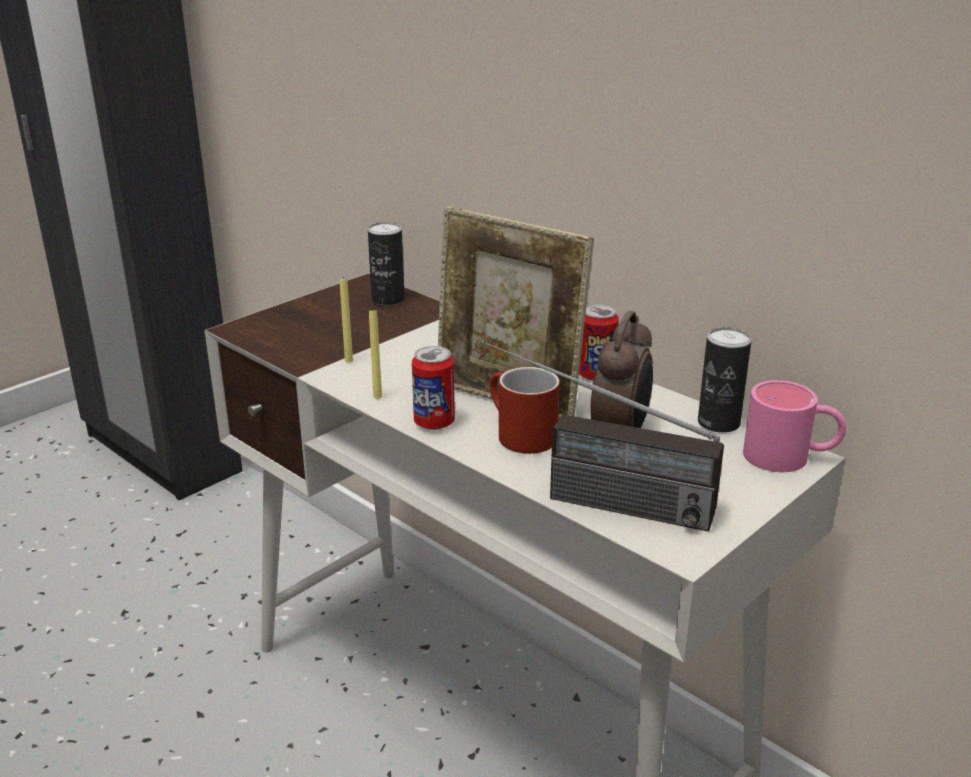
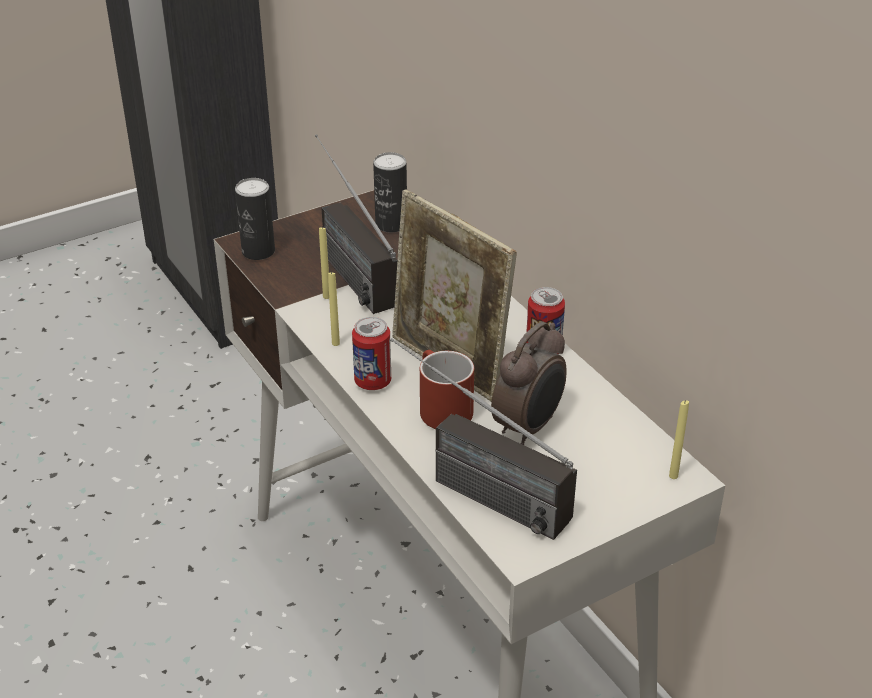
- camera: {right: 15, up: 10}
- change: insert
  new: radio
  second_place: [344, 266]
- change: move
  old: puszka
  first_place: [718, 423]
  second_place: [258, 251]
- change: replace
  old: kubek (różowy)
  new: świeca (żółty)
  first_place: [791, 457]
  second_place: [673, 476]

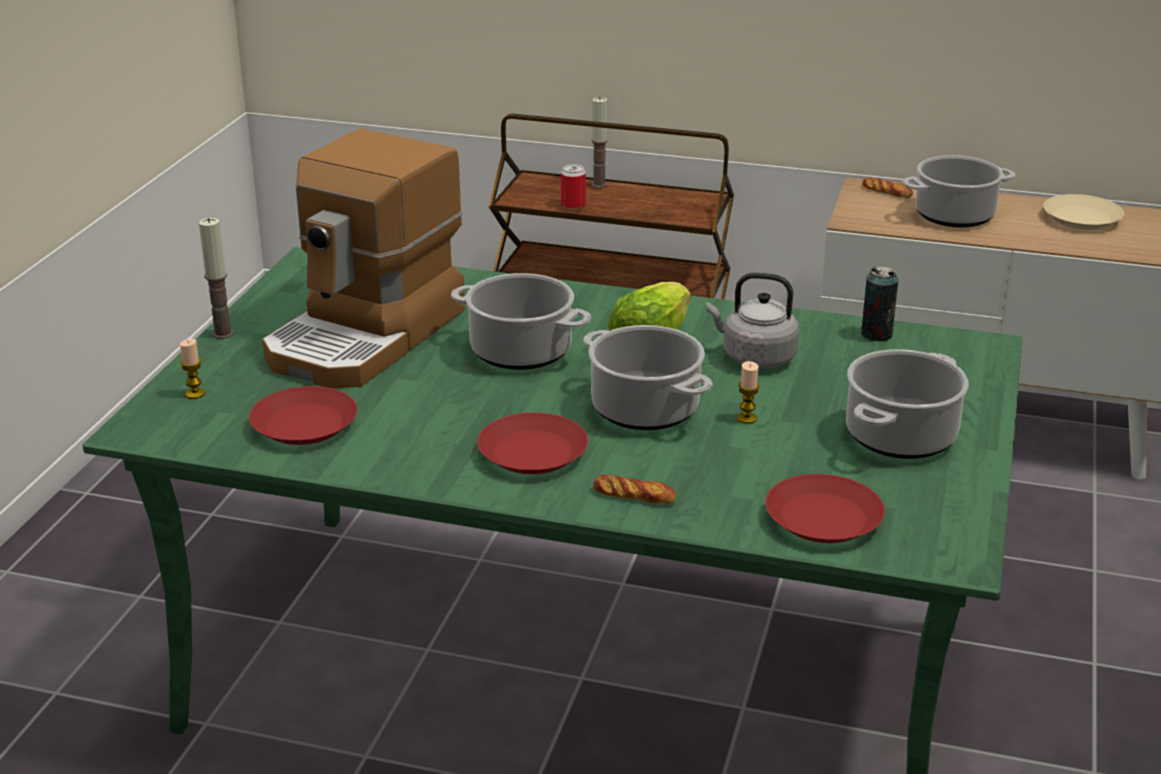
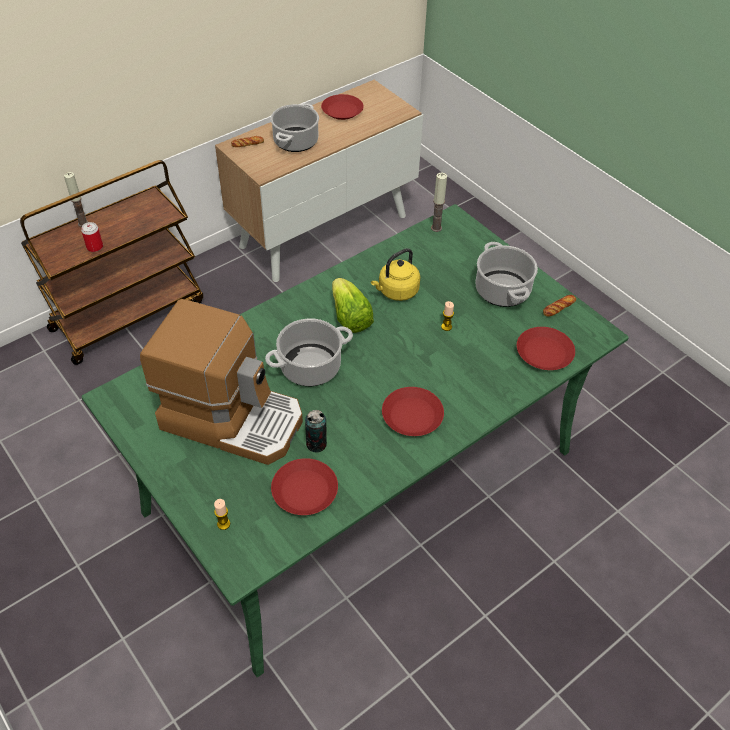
- camera: {right: -55, up: 20}
- change: delete
  old: garnek
  first_place: [643, 409]
- change: move
  old: świeca
  first_place: [223, 334]
  second_place: [436, 228]
- change: move
  old: chleb
  first_place: [634, 495]
  second_place: [558, 307]
- change: move
  old: puszka
  first_place: [876, 335]
  second_place: [316, 444]
- change: recolor
  old: czajnik (szary)
  new: czajnik (żółty)
  first_place: [754, 357]
  second_place: [396, 291]
- change: recolor
  old: talerz (beżowy)
  new: talerz (czerwony)
  first_place: [1081, 219]
  second_place: [342, 111]
- change: rotate
  old: ekspres do kawy
  first_place: [367, 337]
  second_place: [232, 418]
  degrees: -45

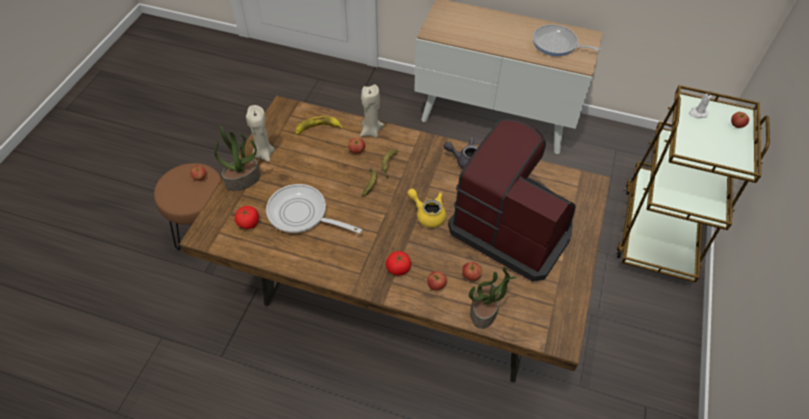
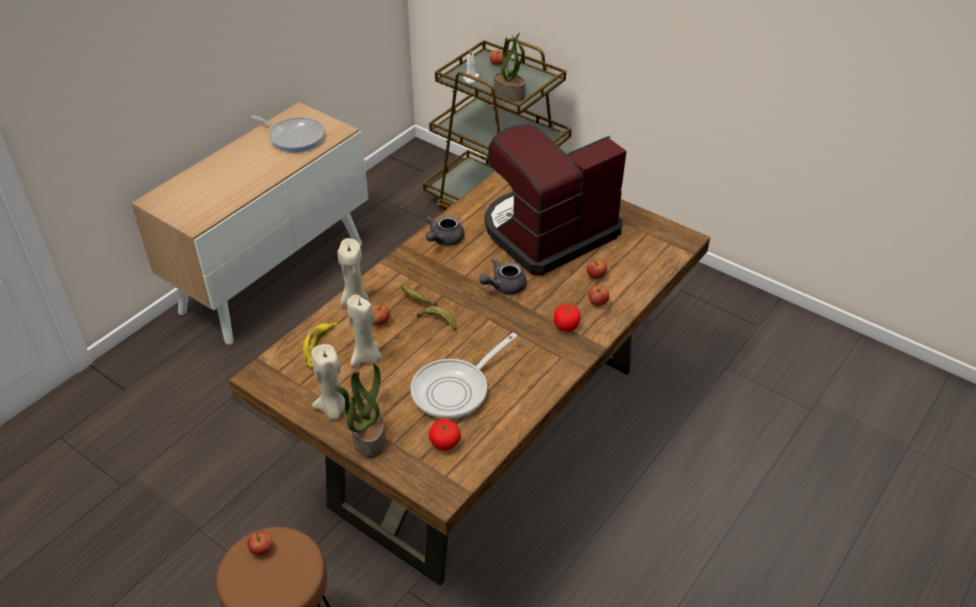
- camera: {right: -70, up: -10}
- change: insert
  new: świeca (beżowy)
  second_place: [367, 358]
- change: move
  old: roślina doniczkowa
  first_place: [484, 310]
  second_place: [510, 94]
- change: recolor
  old: imbryk (żółty)
  new: imbryk (szary)
  first_place: [427, 214]
  second_place: [503, 286]
- change: rotate
  old: patelnia
  first_place: [557, 44]
  second_place: [294, 137]
  degrees: -105

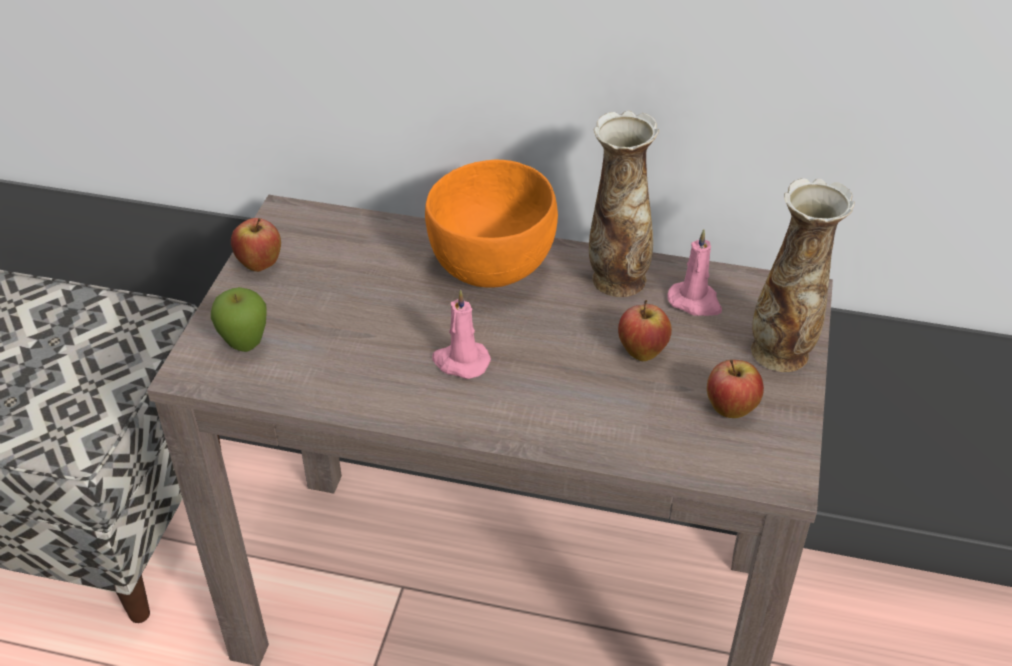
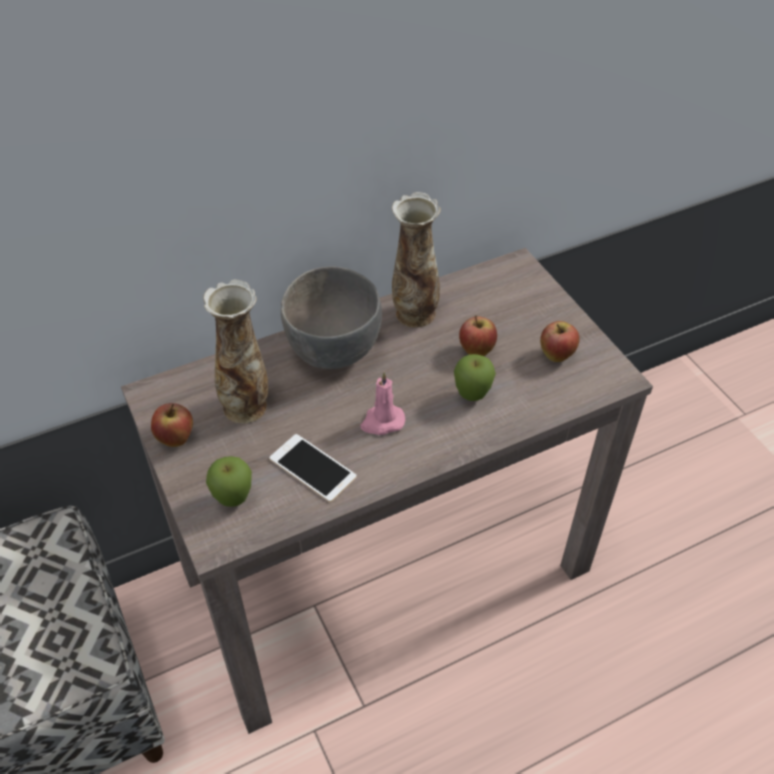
- camera: {right: -40, up: 5}
- change: delete
  old: świeca (różowy)
  first_place: [695, 302]
- change: insert
  new: telefon
  second_place: [312, 468]
- change: insert
  new: jabłko
  second_place: [471, 397]
- change: move
  old: wazon
  first_place: [782, 352]
  second_place: [246, 406]
- change: recolor
  old: miska (pomarańczowy)
  new: miska (szary)
  first_place: [493, 268]
  second_place: [334, 349]

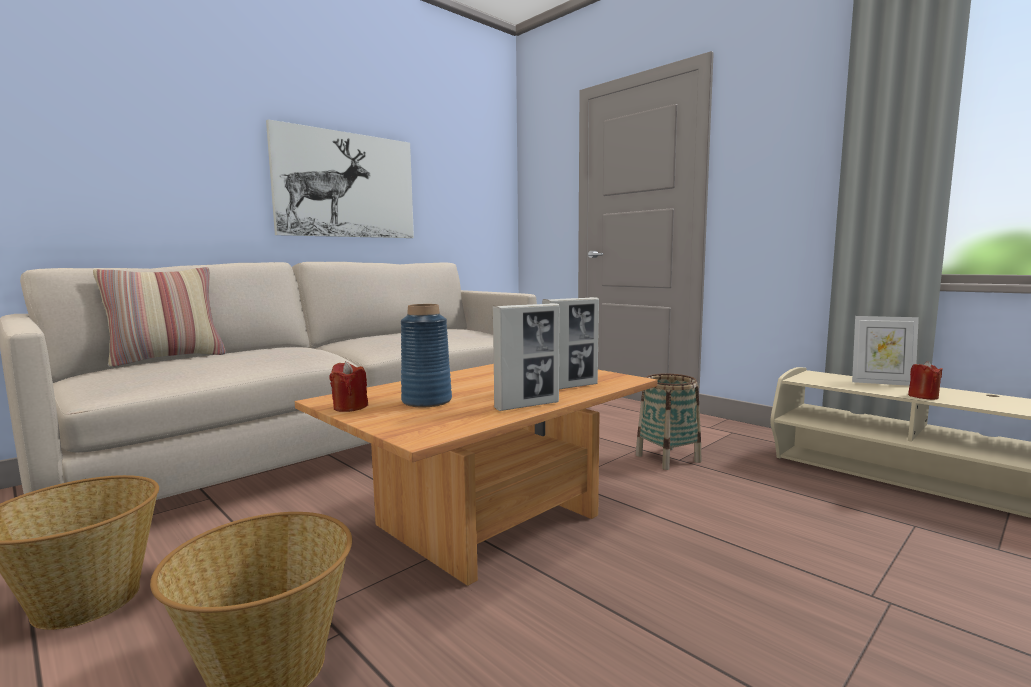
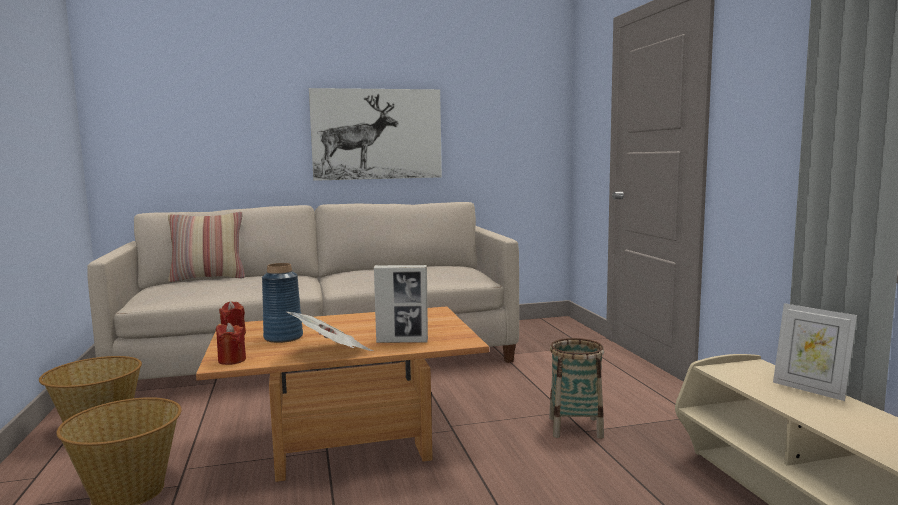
- camera: {right: 30, up: 0}
- change: move
  old: świeca (czerwony)
  first_place: [923, 396]
  second_place: [232, 360]
- change: replace
  old: ramka na zdjęcie
  new: gazeta
  first_place: [527, 405]
  second_place: [332, 353]

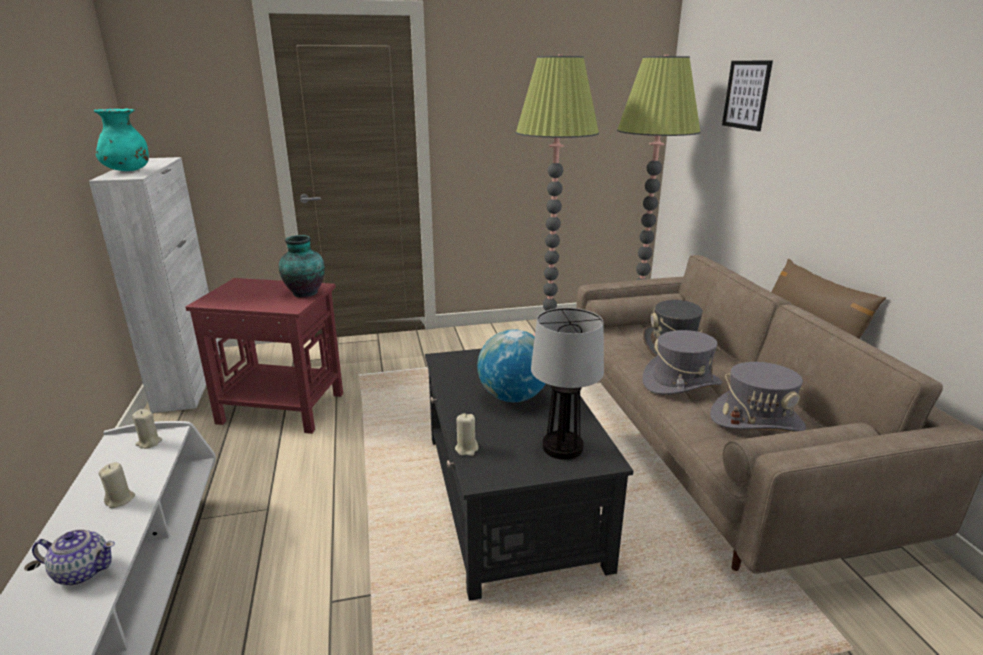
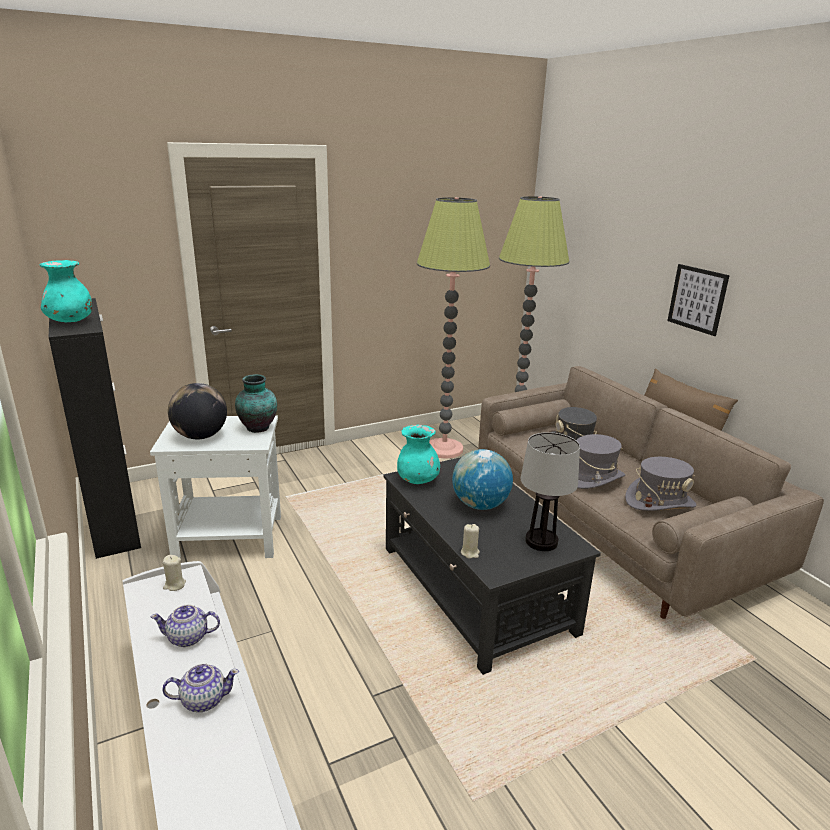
- camera: {right: -15, up: 0}
- change: insert
  new: globus
  second_place: [200, 436]
- change: insert
  new: wazon (turkusowy)
  second_place: [418, 480]
- change: move
  old: obraz
  first_place: [746, 95]
  second_place: [697, 299]
- change: replace
  old: świeca (beżowy)
  new: imbryk
  first_place: [120, 499]
  second_place: [188, 638]
- change: recolor
  old: szafka (biały)
  new: szafka (czarny)
  first_place: [189, 378]
  second_place: [114, 519]
- change: recolor
  old: stolik (czerwony)
  new: stolik (biały)
  first_place: [282, 407]
  second_place: [229, 537]

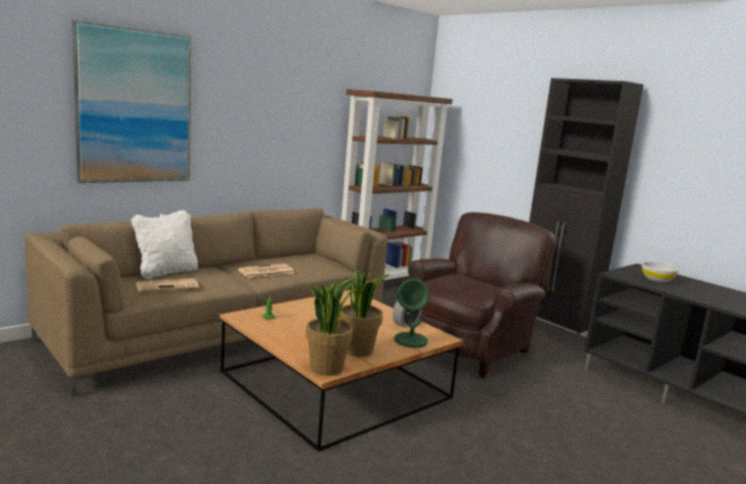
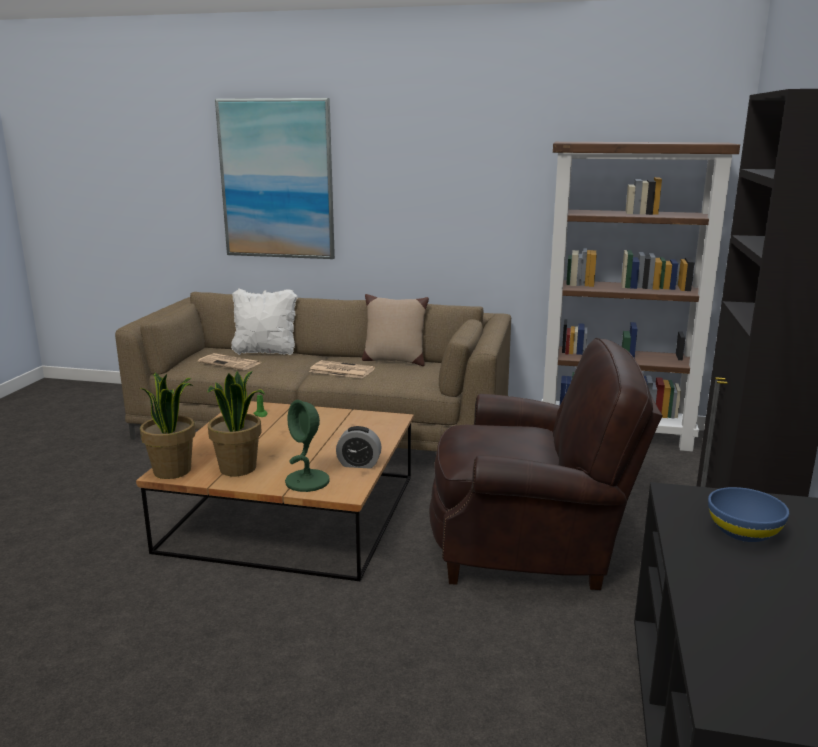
- camera: {right: 55, up: 5}
- change: insert
  new: poduszka (beżowy)
  second_place: [394, 360]
- change: recolor
  old: miska (biały)
  new: miska (niebieski)
  first_place: [657, 279]
  second_place: [743, 532]

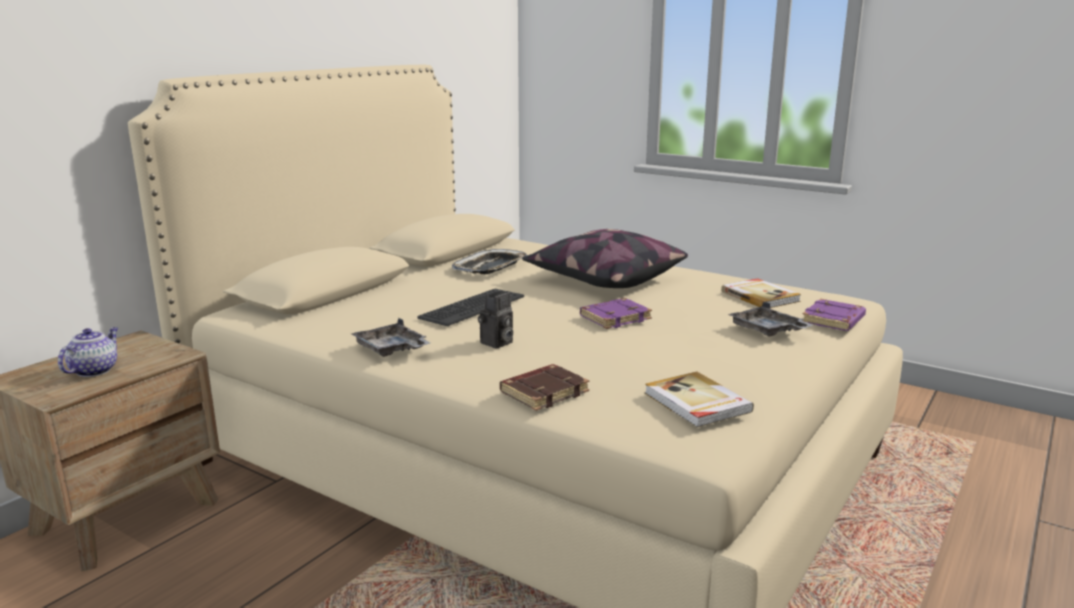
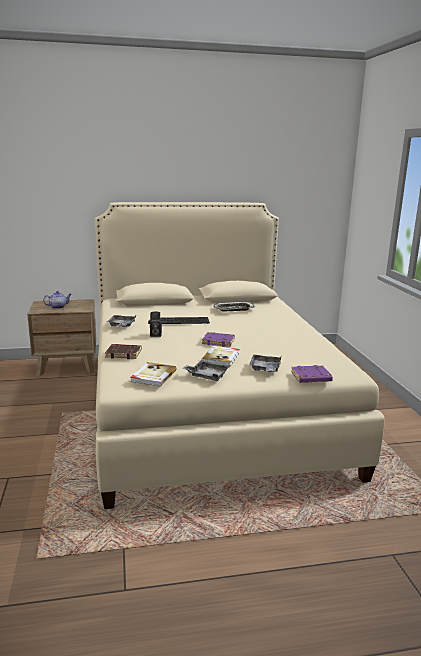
- camera: {right: 45, up: 0}
- change: delete
  old: poduszka
  first_place: [604, 279]
- change: insert
  new: taca (szary)
  second_place: [207, 375]
- change: move
  old: książka
  first_place: [760, 296]
  second_place: [221, 357]

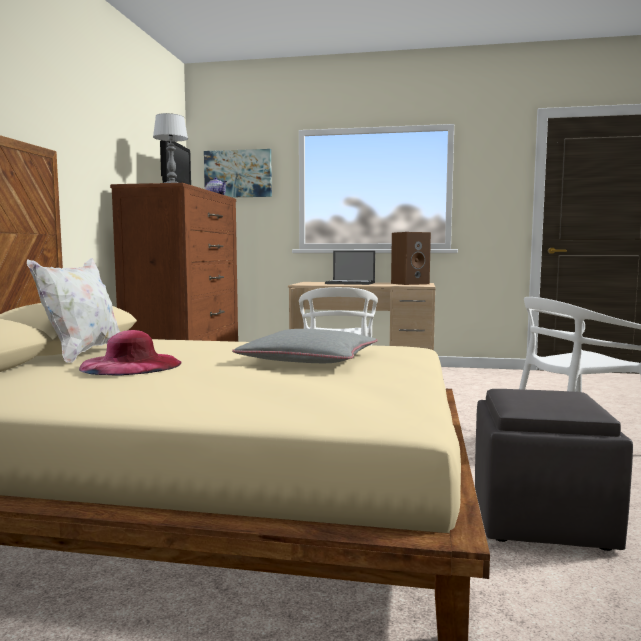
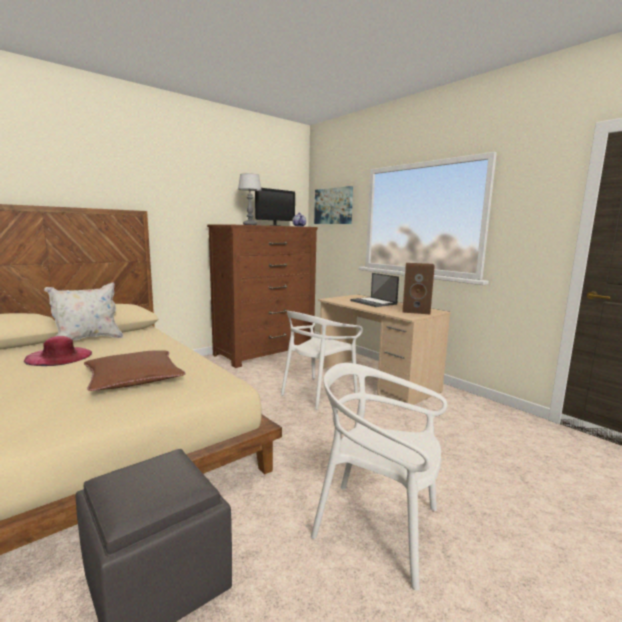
- camera: {right: 40, up: 5}
- change: recolor
  old: poduszka (szary)
  new: poduszka (brązowy)
  first_place: [309, 359]
  second_place: [134, 378]

